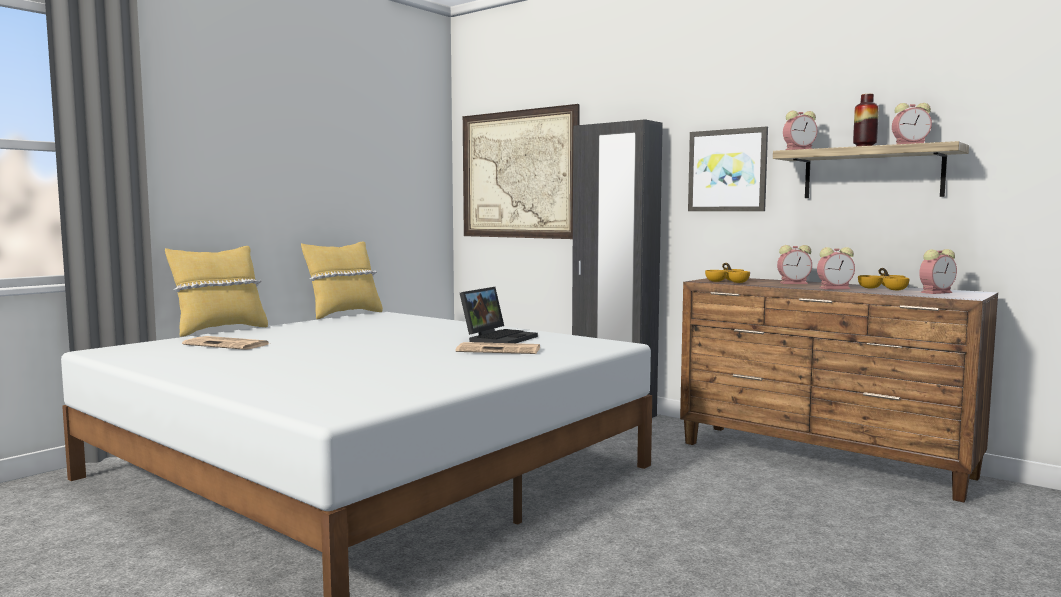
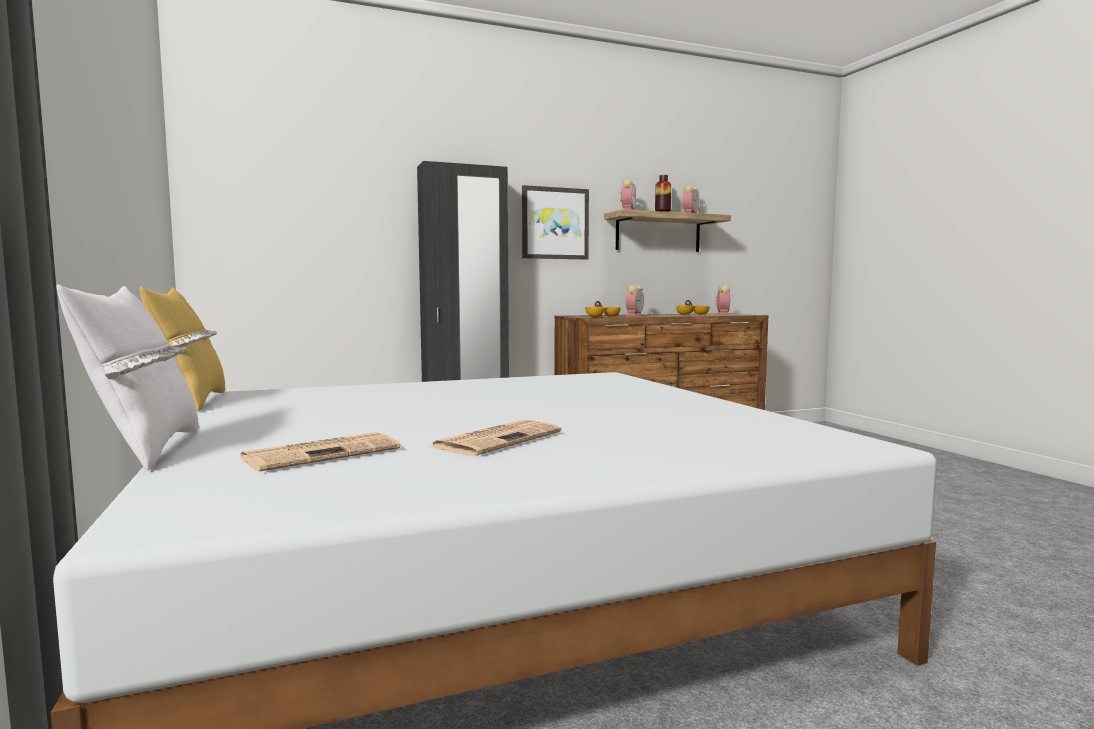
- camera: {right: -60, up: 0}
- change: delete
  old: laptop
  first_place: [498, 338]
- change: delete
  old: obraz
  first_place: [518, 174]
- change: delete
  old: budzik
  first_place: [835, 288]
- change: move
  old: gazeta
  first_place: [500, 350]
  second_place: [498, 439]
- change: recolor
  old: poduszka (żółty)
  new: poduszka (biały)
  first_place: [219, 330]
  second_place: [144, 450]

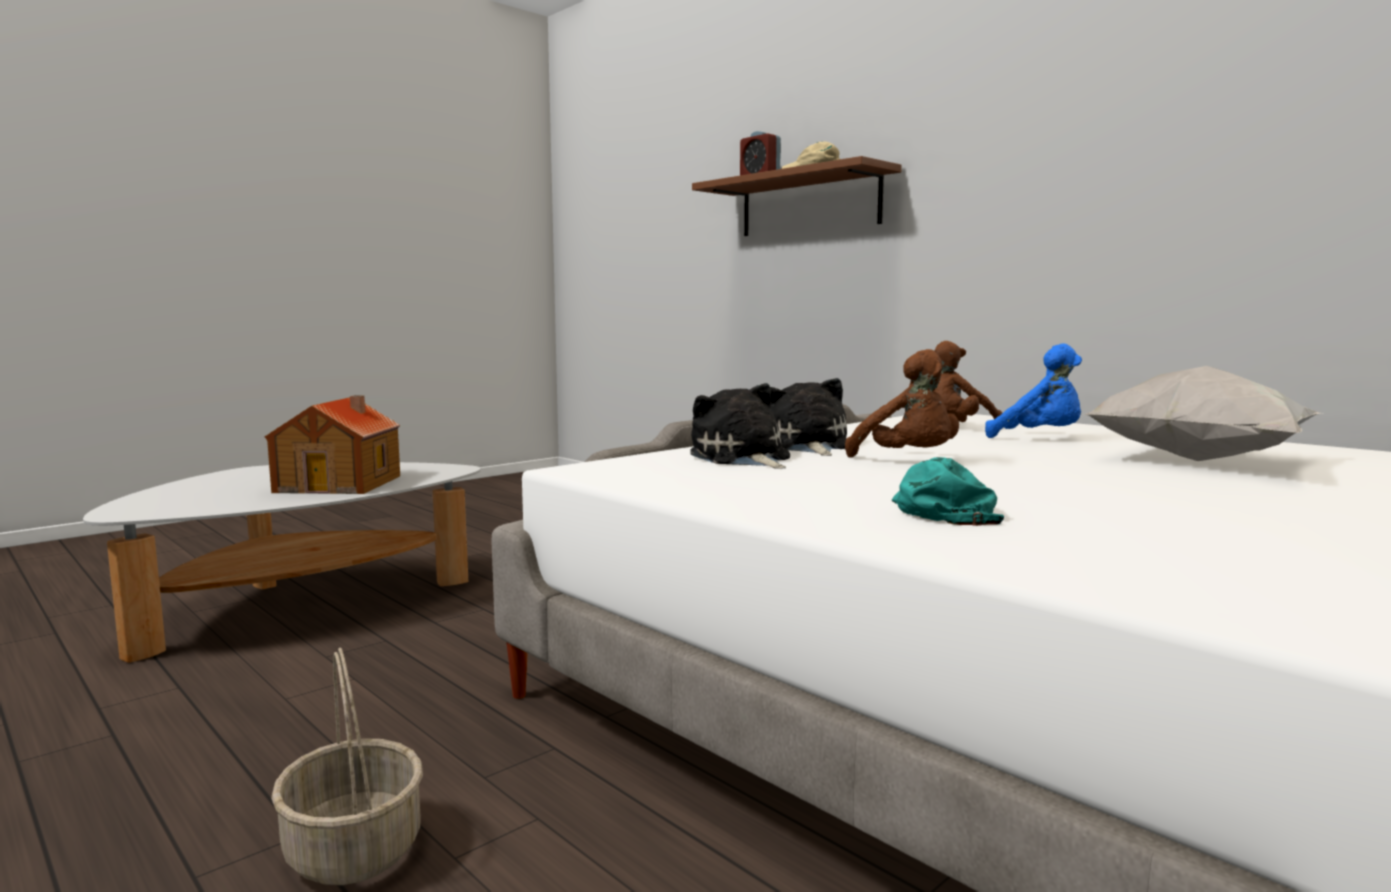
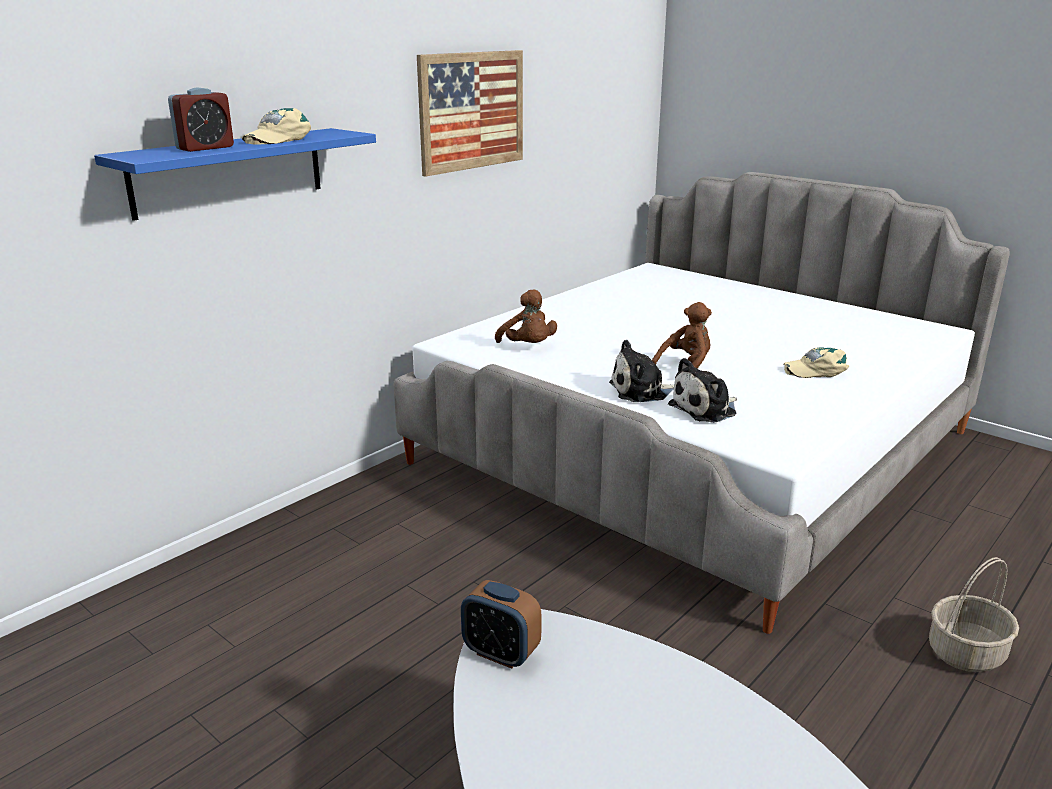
- camera: {right: -95, up: 15}
- change: delete
  old: domek
  first_place: [342, 483]
- change: delete
  old: pluszak (niebieski)
  first_place: [1039, 438]
- change: delete
  old: poduszka (biały)
  first_place: [1200, 460]
- change: insert
  new: obraz
  second_place: [472, 111]
- change: insert
  new: budzik
  second_place: [501, 653]
- change: recolor
  old: półka (brązowy)
  new: półka (niebieski)
  first_place: [809, 204]
  second_place: [229, 172]
- change: recolor
  old: czapka z daszkiem (turkusowy)
  new: czapka z daszkiem (beżowy)
  first_place: [941, 509]
  second_place: [816, 370]

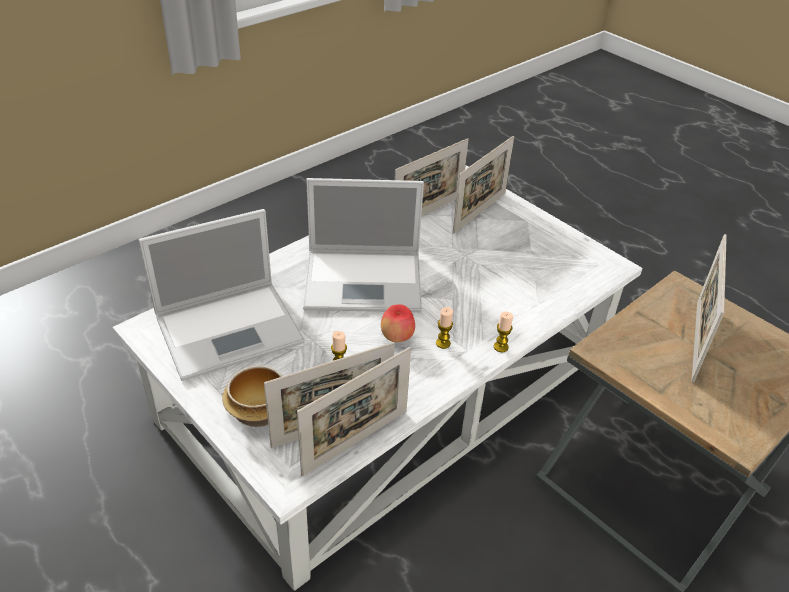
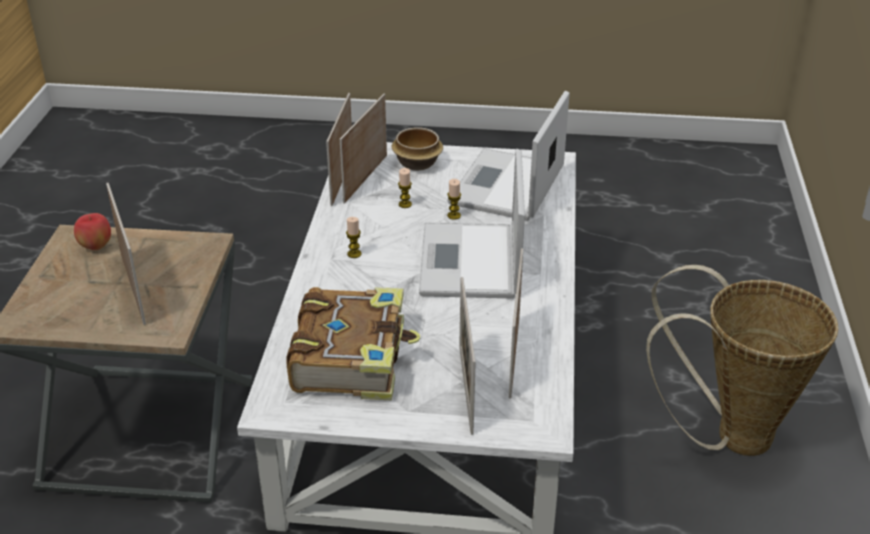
- camera: {right: 140, up: -5}
- change: insert
  new: książka
  second_place: [352, 357]
- change: insert
  new: koszyk
  second_place: [730, 435]
- change: move
  old: jabłko
  first_place: [397, 338]
  second_place: [96, 247]
- change: move
  old: świeca
  first_place: [501, 347]
  second_place: [454, 215]
- change: rotate
  old: laptop
  first_place: [366, 280]
  second_place: [471, 263]
  degrees: -45

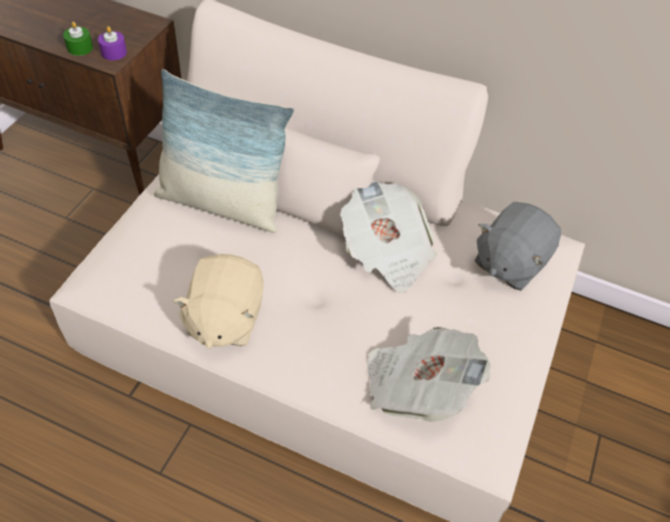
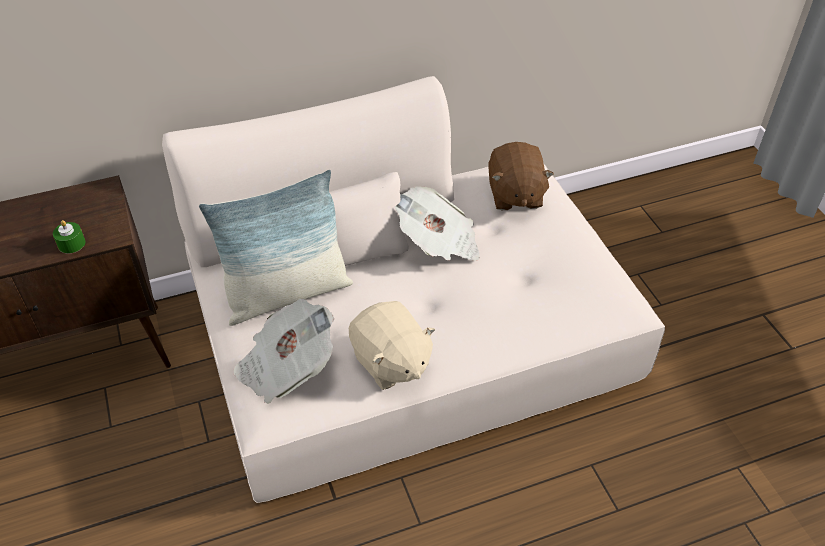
- camera: {right: -40, up: -5}
- change: delete
  old: świeca (fioletowy)
  first_place: [114, 52]
- change: move
  old: gazeta
  first_place: [417, 386]
  second_place: [286, 367]
- change: recolor
  old: pluszak (szary)
  new: pluszak (brązowy)
  first_place: [509, 262]
  second_place: [515, 195]

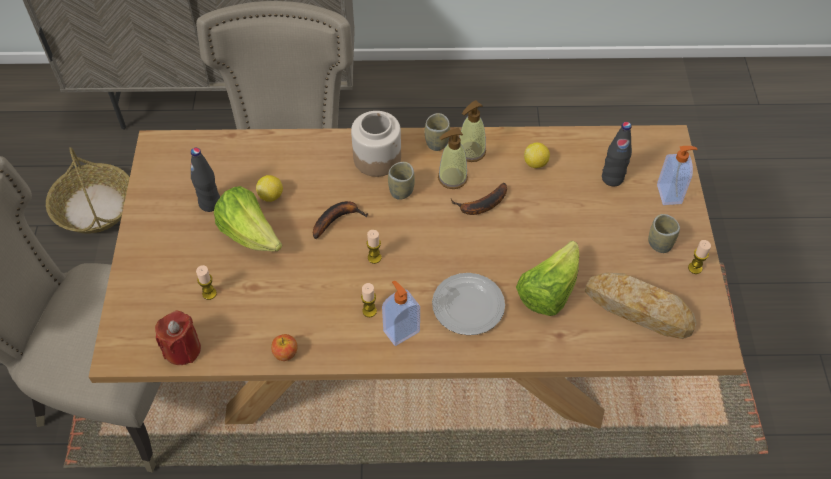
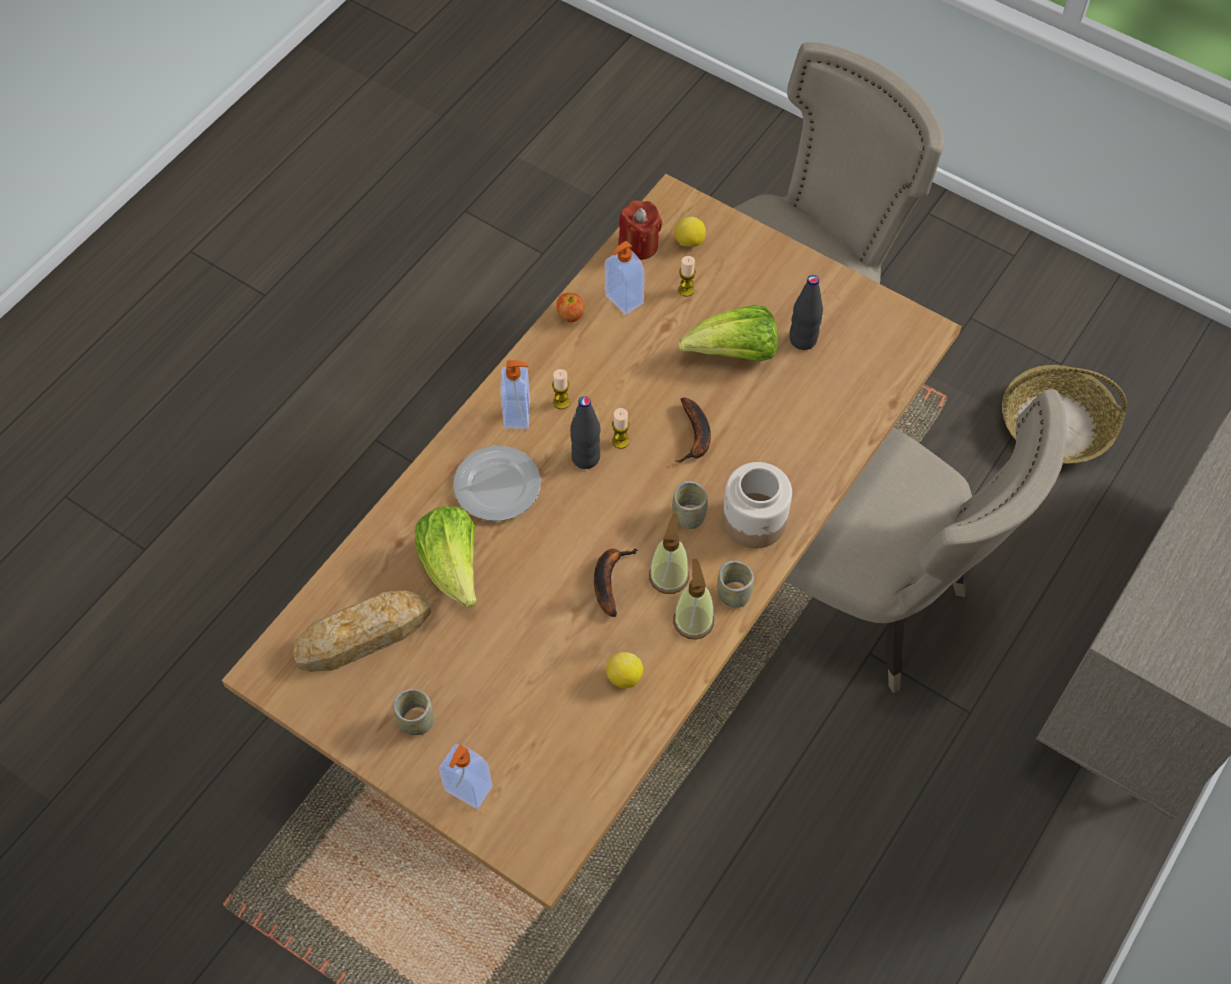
- camera: {right: 125, up: 5}
- change: delete
  old: świeca
  first_place: [695, 268]
- change: insert
  new: dozownik mydła
  second_place: [623, 300]
- change: move
  old: cytryna
  first_place: [271, 196]
  second_place: [689, 242]
- change: move
  old: butelka (czarny)
  first_place: [612, 178]
  second_place: [586, 458]

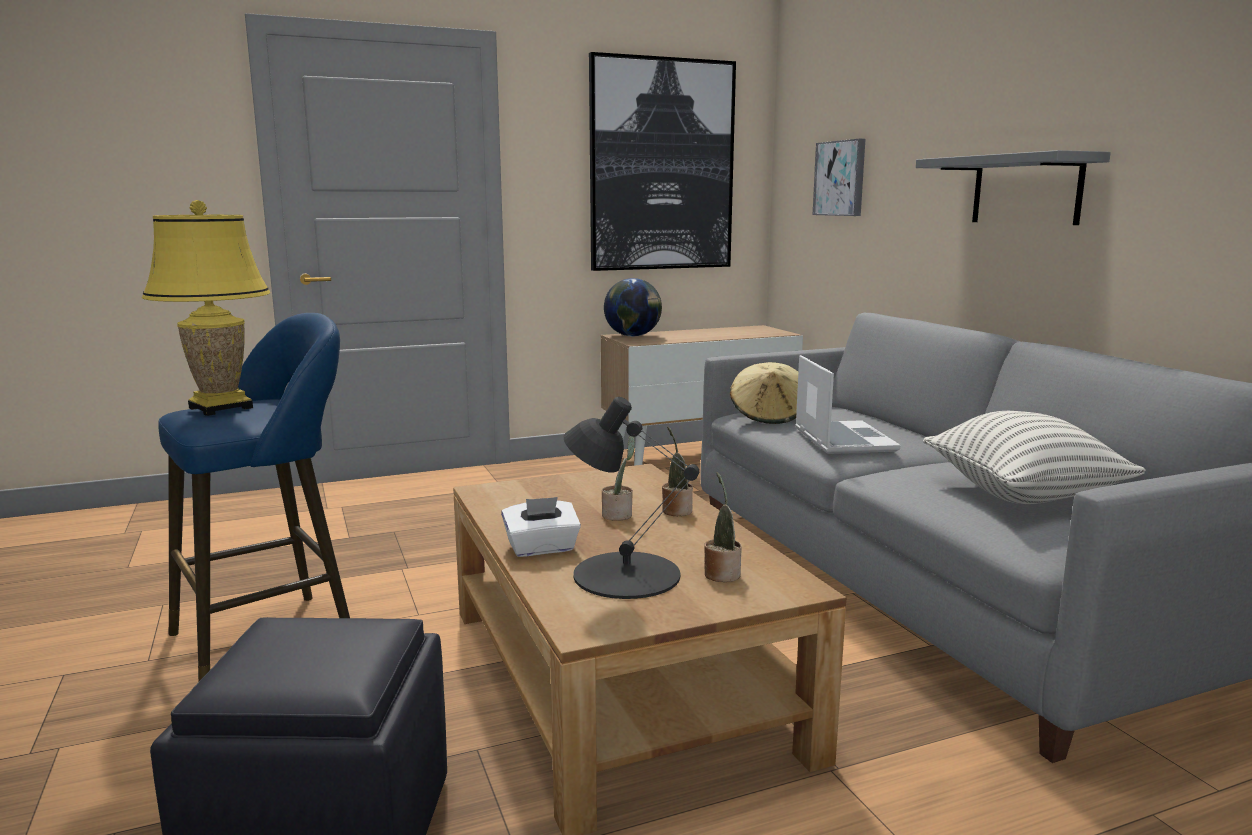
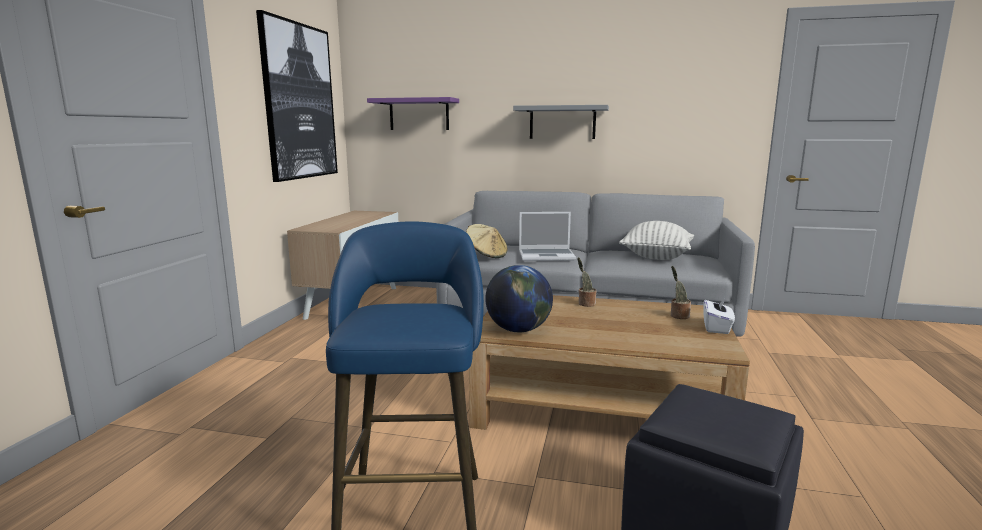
- camera: {right: -55, up: 0}
- change: delete
  old: lampa stołowa (żółty)
  first_place: [221, 408]
- change: delete
  old: lampa stołowa (czarny)
  first_place: [625, 574]
- change: delete
  old: roślina doniczkowa
  first_place: [619, 515]
- change: move
  old: pudełko chusteczek (biały)
  first_place: [542, 548]
  second_place: [716, 328]
- change: move
  old: globus
  first_place: [633, 336]
  second_place: [518, 330]
- change: replace
  old: obraz
  new: półka (fioletowy)
  first_place: [841, 178]
  second_place: [419, 114]
- change: rotate
  old: laptop
  first_place: [842, 439]
  second_place: [547, 256]
  degrees: 150

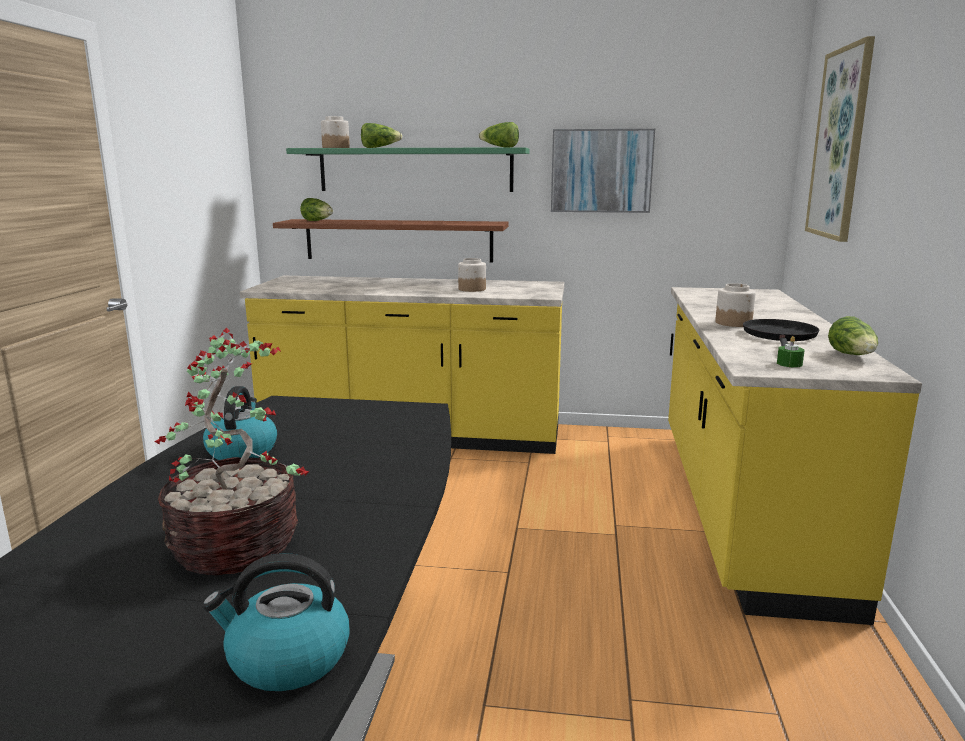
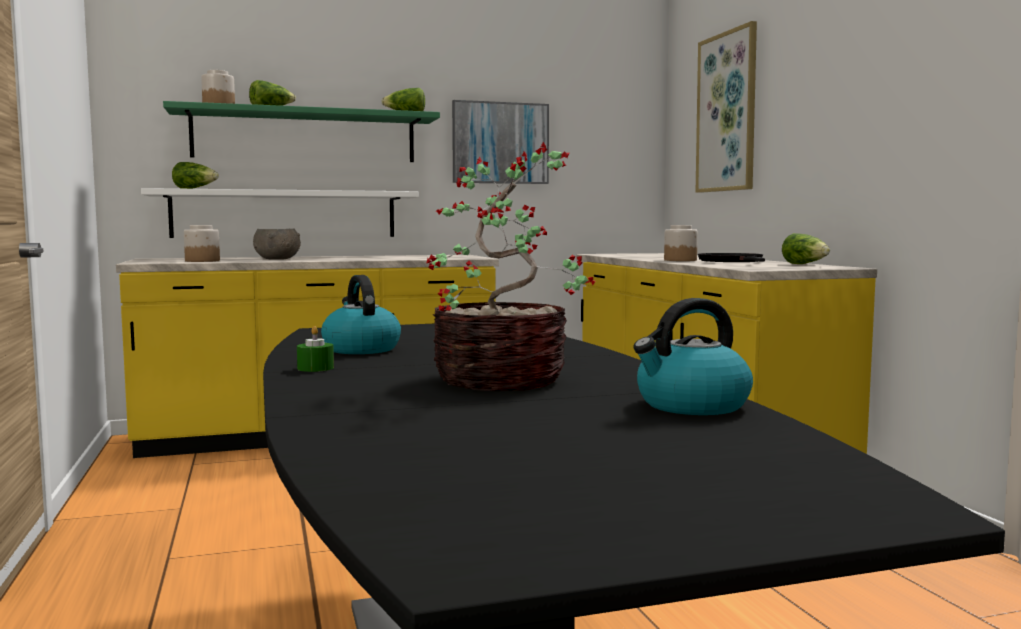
- camera: {right: -25, up: -10}
- change: insert
  new: miska (szary)
  second_place: [278, 259]
- change: move
  old: słoik
  first_place: [471, 289]
  second_place: [202, 261]
- change: move
  old: świeca (zielony)
  first_place: [789, 364]
  second_place: [315, 368]
- change: recolor
  old: półka (brązowy)
  new: półka (biały)
  first_place: [398, 240]
  second_place: [285, 214]

